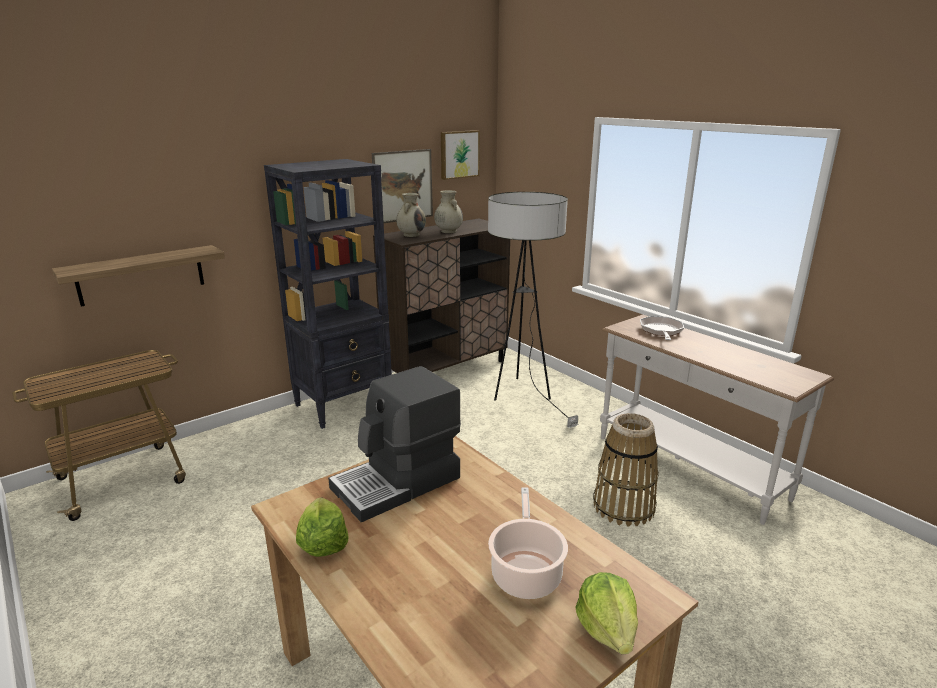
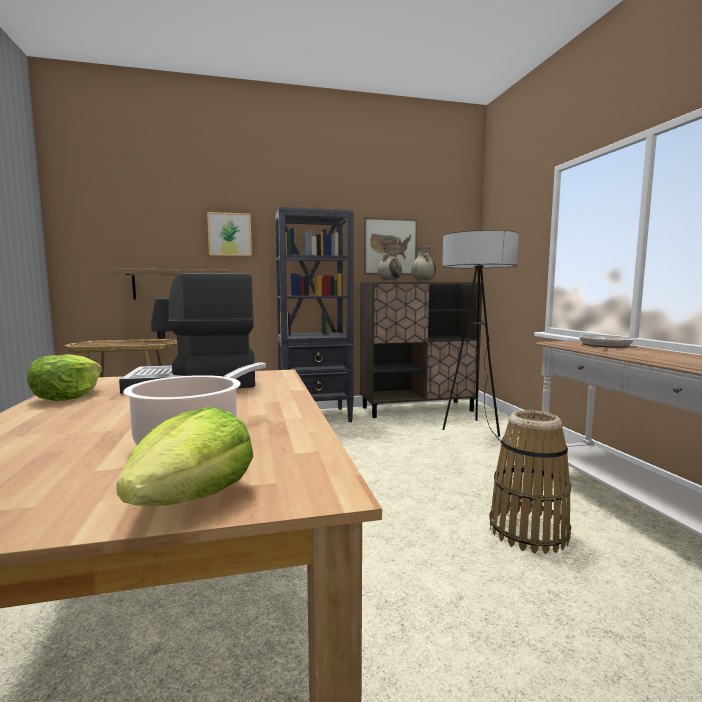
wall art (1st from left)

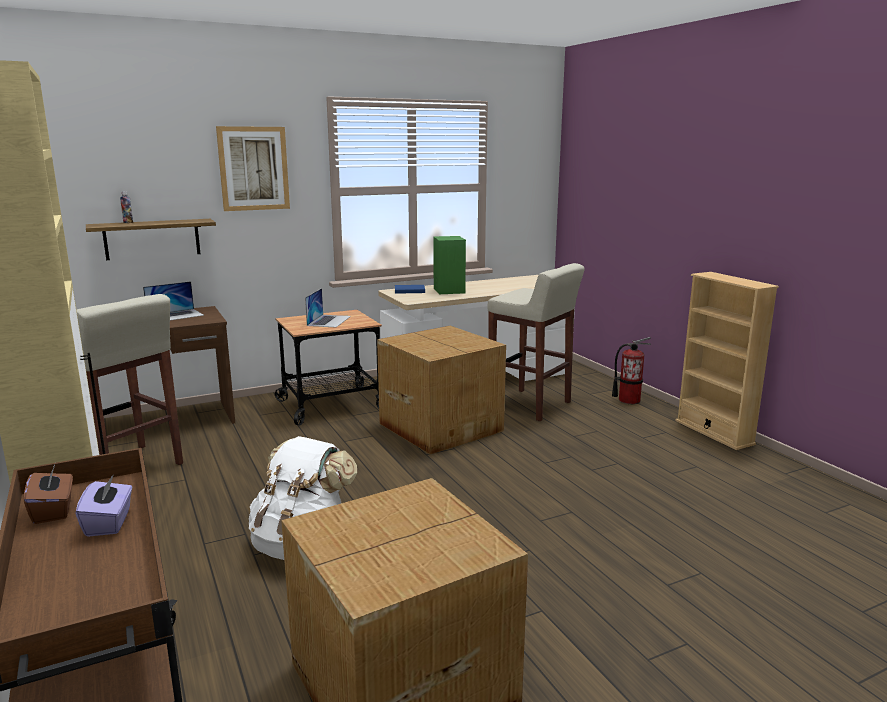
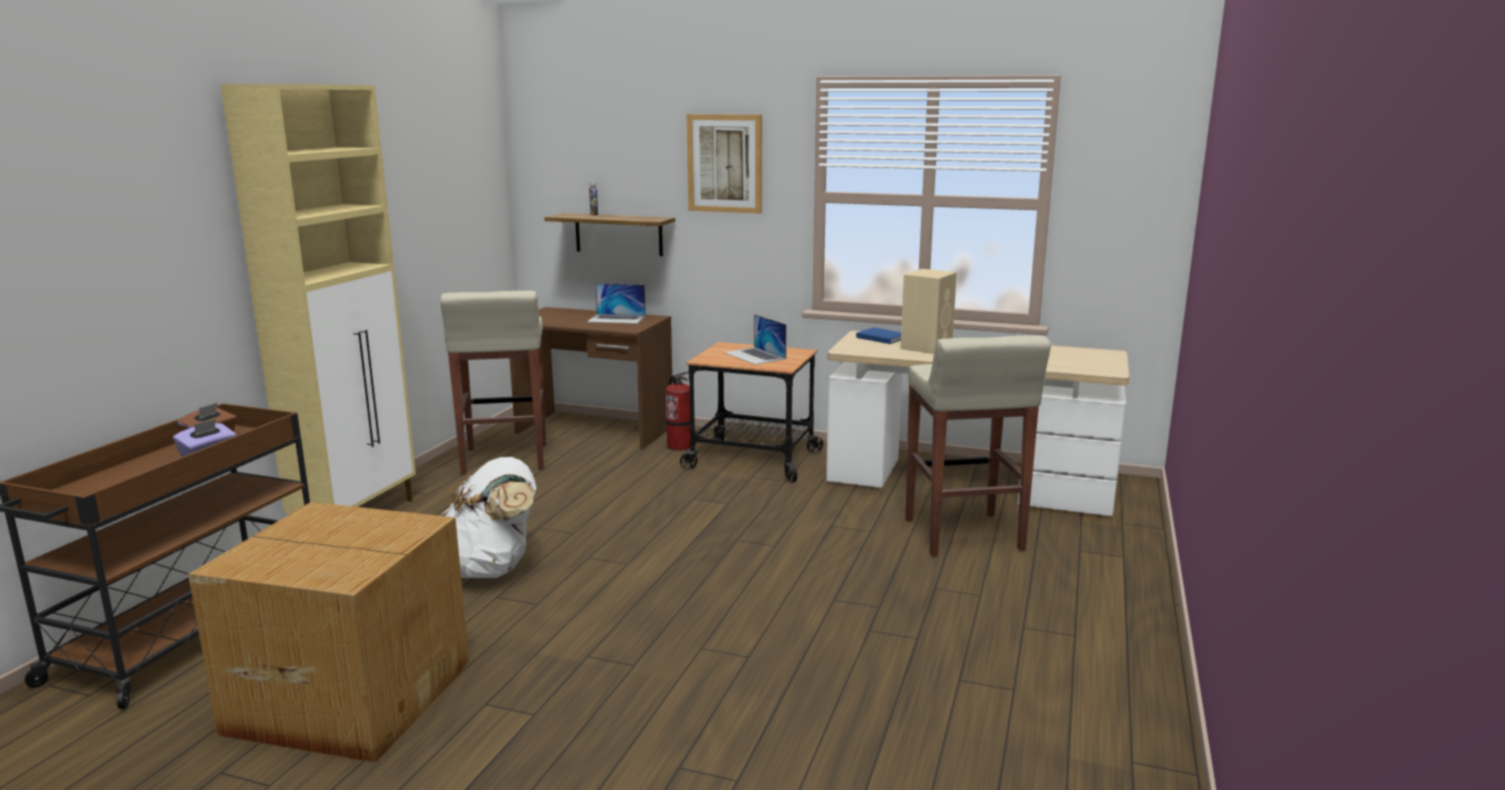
beige-coloured loudspeaker
beige-coloured bookcase
laptop (2nd from left)
cardboard box (2nd from left in the first image)
extinguisher

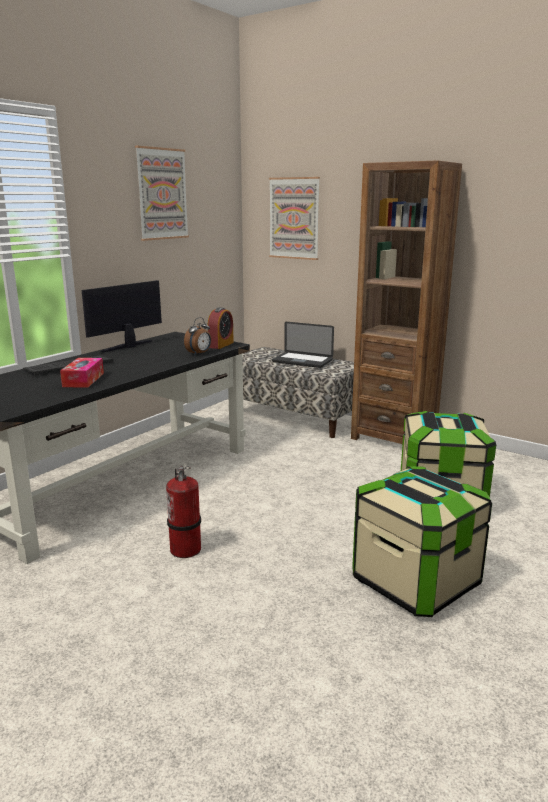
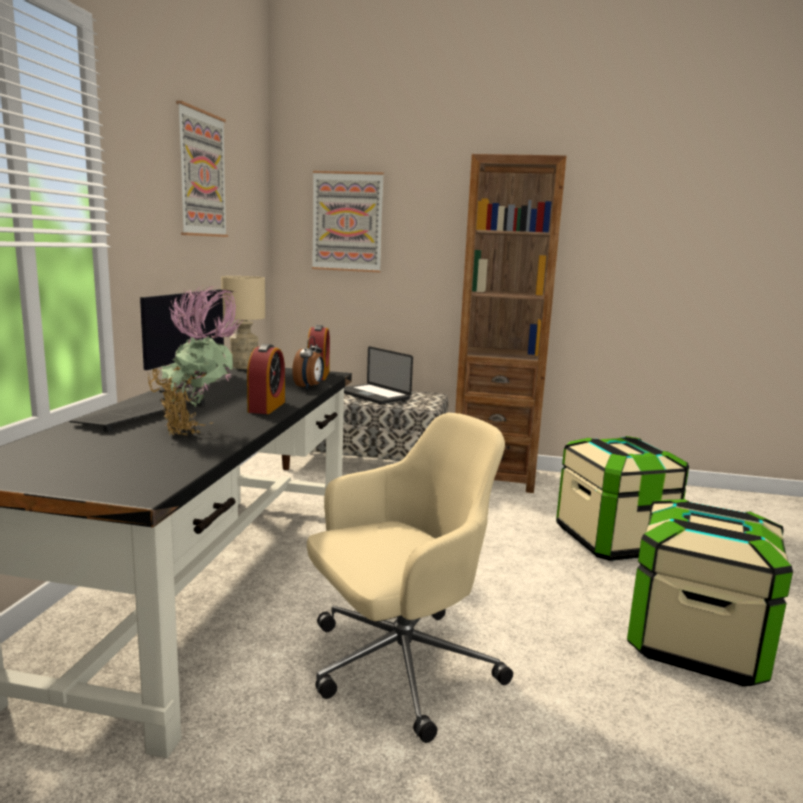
laptop
houseplant
beige-coloured desk chair
beige-coloured table lamp
alarm clock (1st from left)

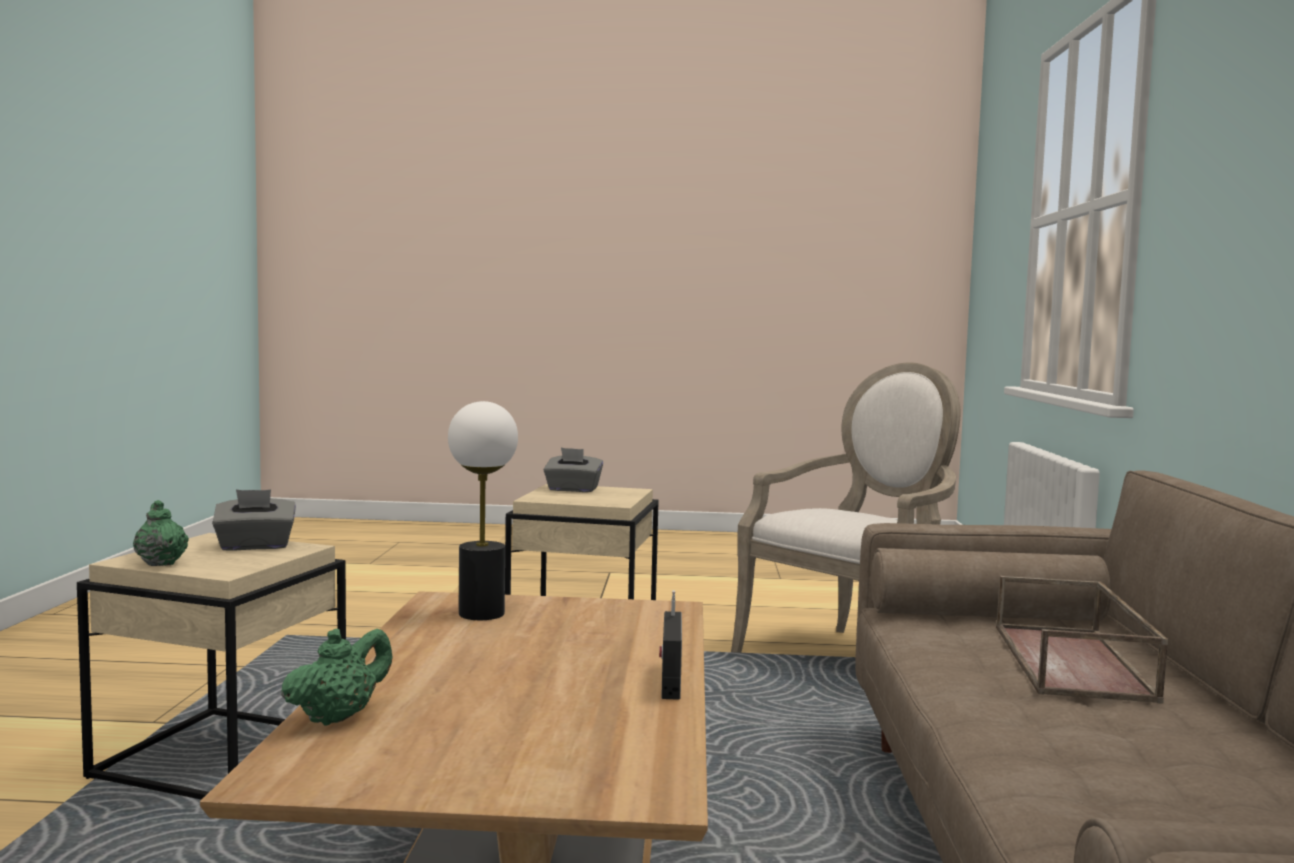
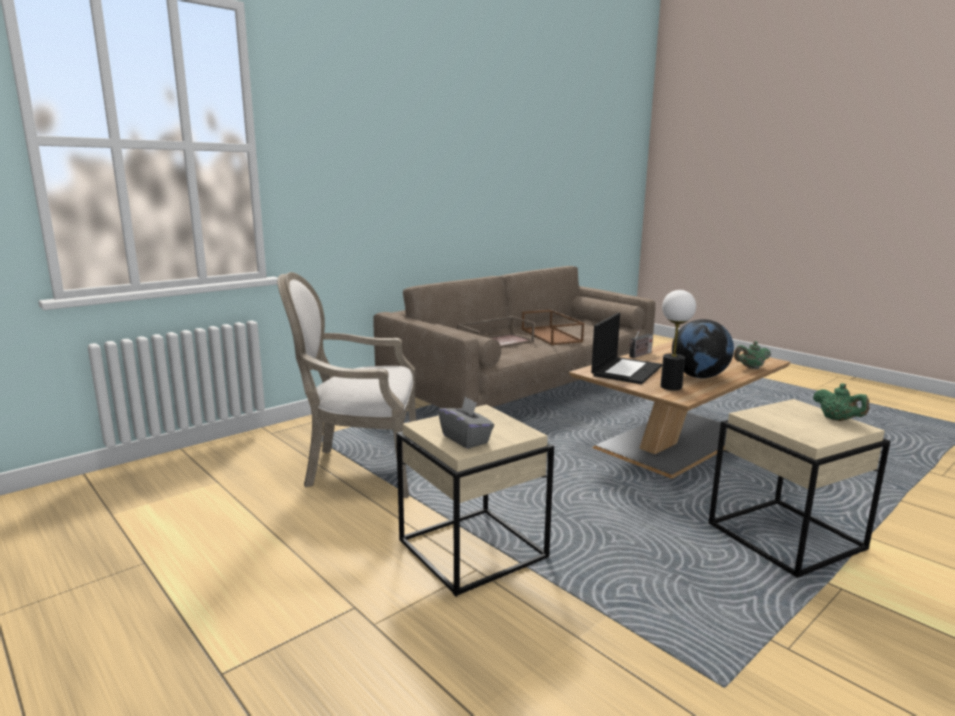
gray tissue box (1st from left in the first image)
green teapot (2nd from left)
brown serving tray (2nd from left)
laptop
desk globe

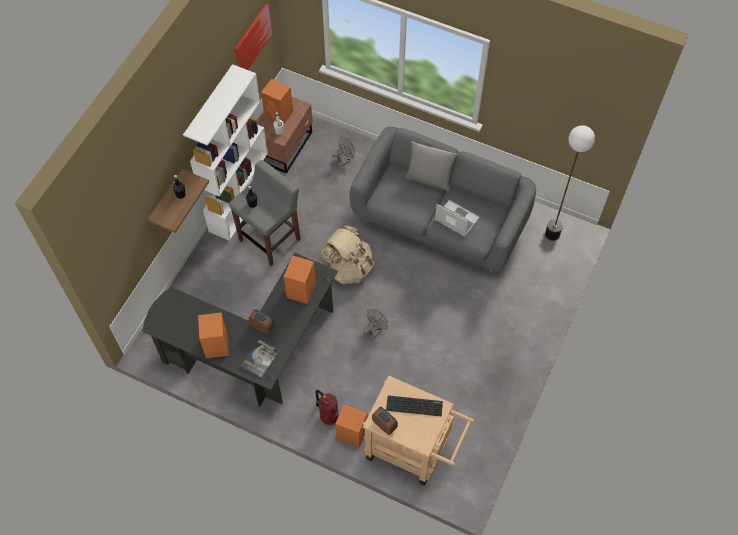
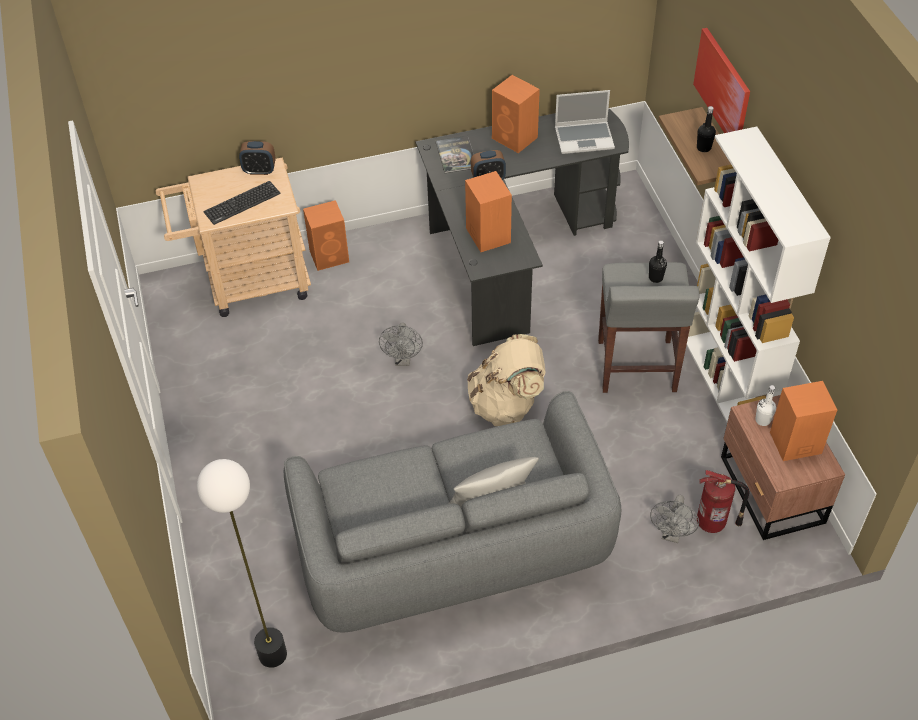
wall art
laptop
extinguisher

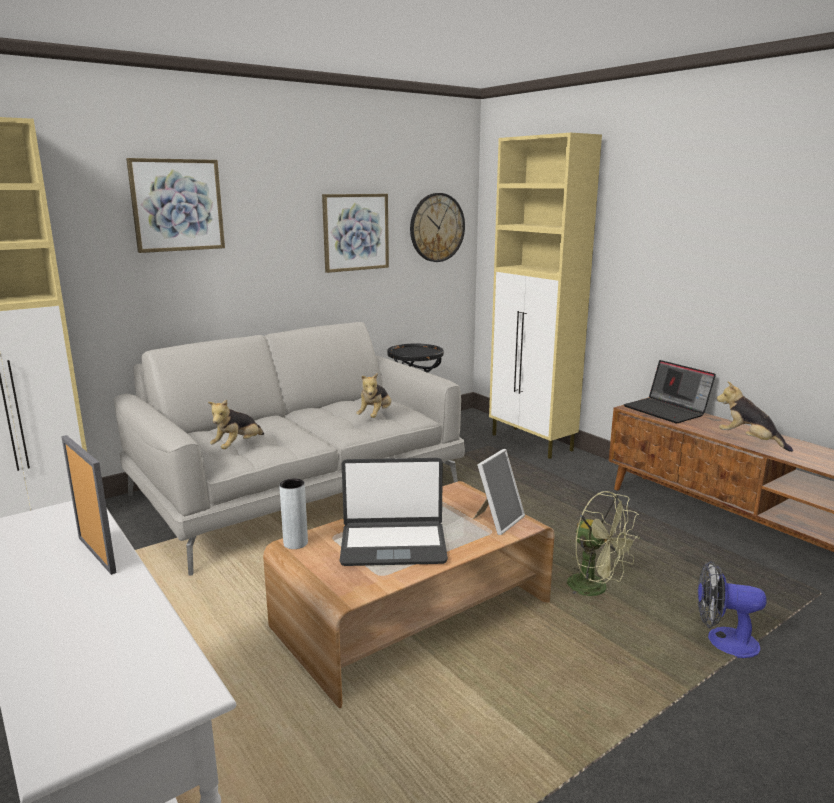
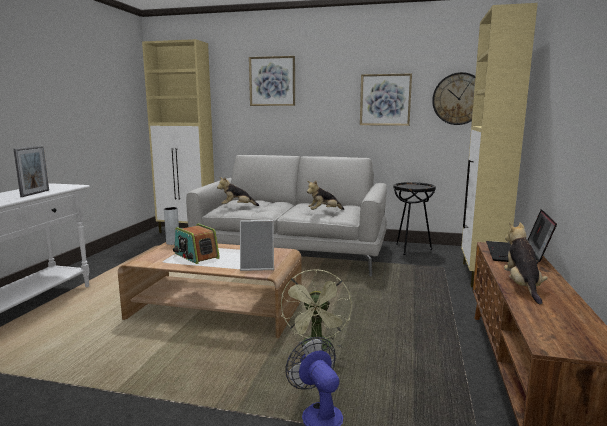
radio

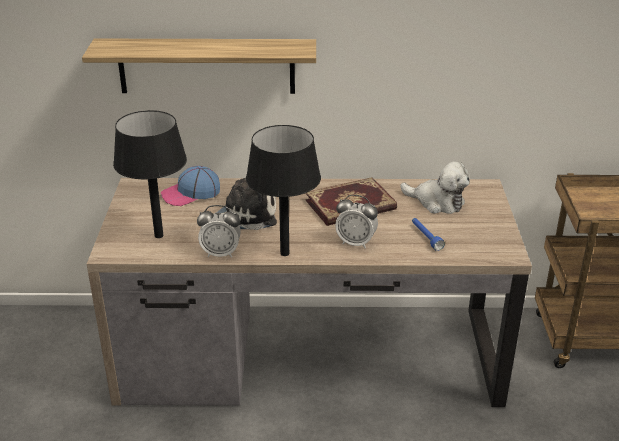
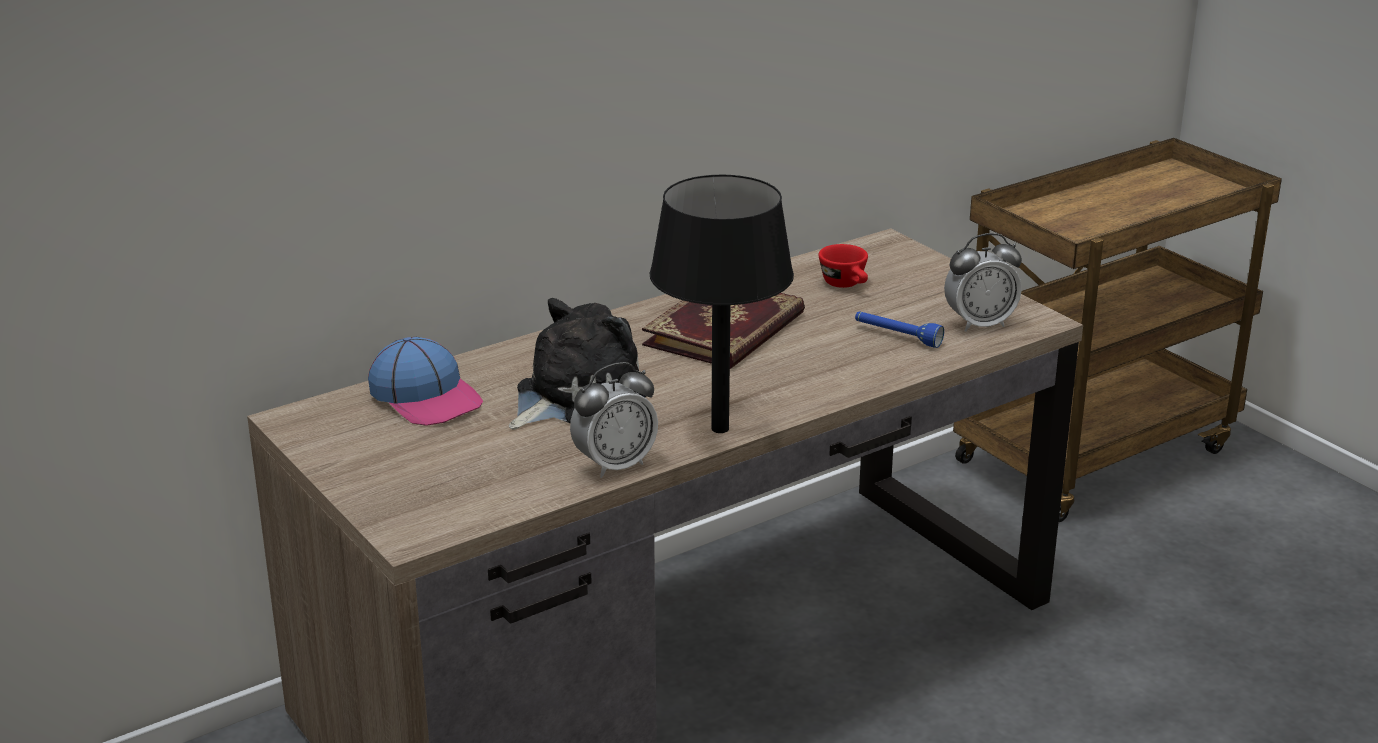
bracket shelf
black-coloured table lamp (1st from left in the first image)
red small cup
peaked cap
alarm clock (2nd from left)

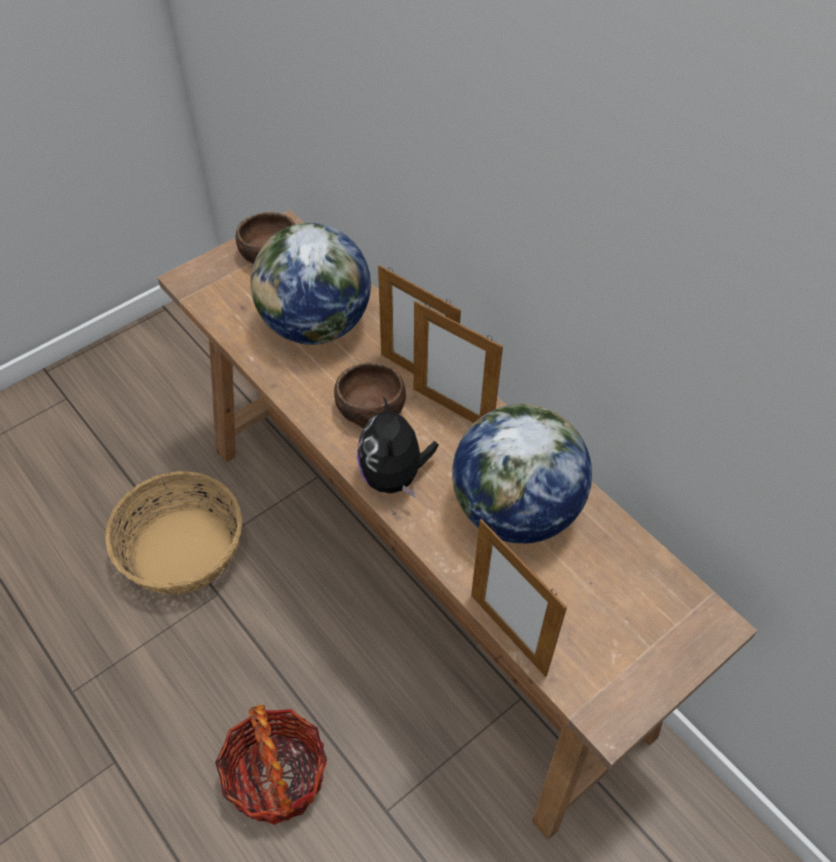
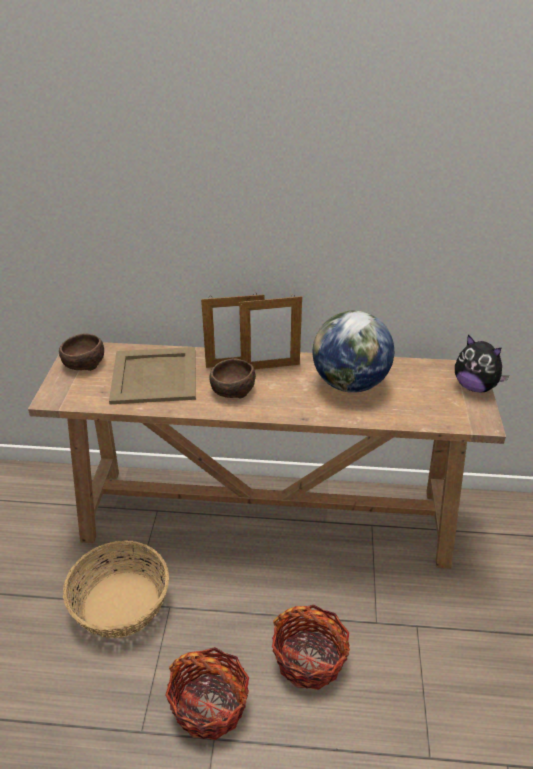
beige-coloured serving tray
soft toy
picture frame (3rd from left in the first image)
storage basket (2nd from left)

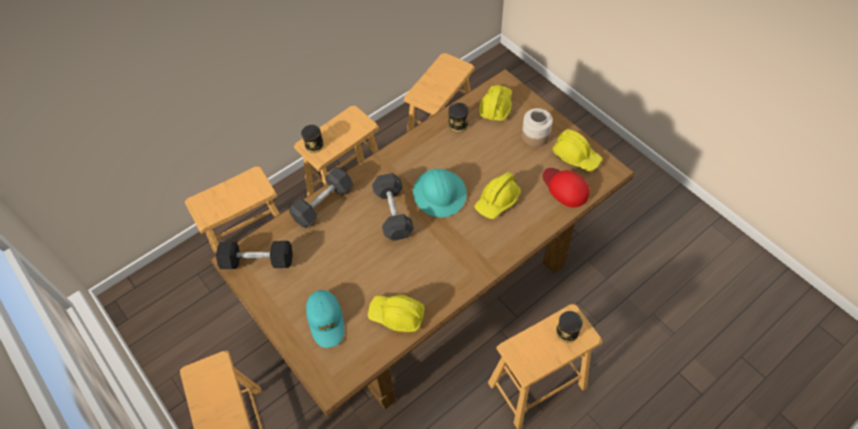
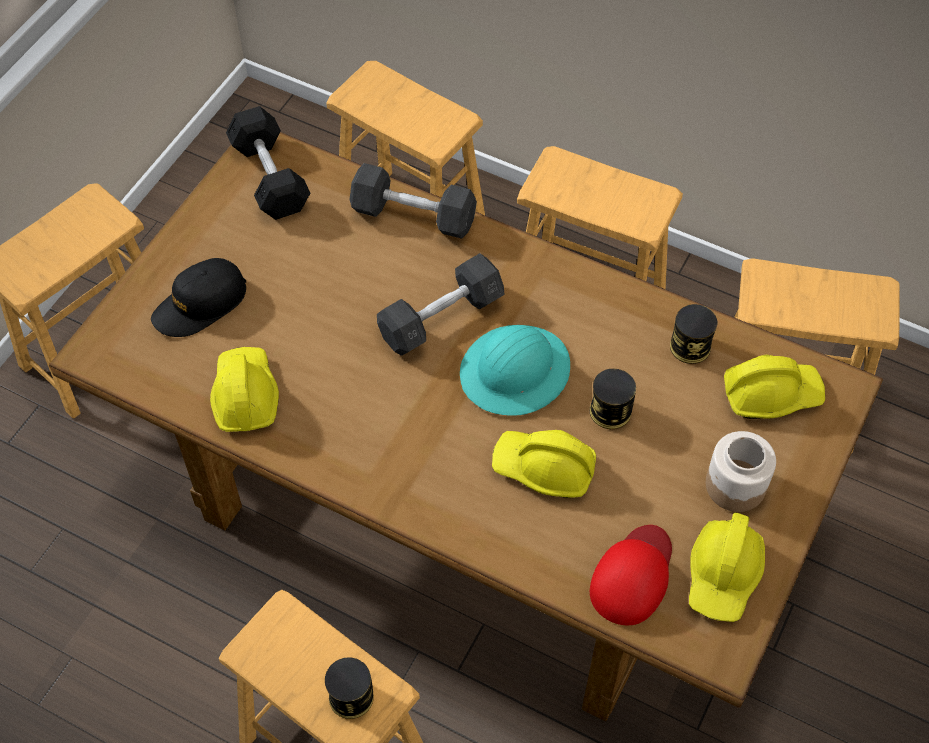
metal can (2nd from left)
black-coloured peaked cap

